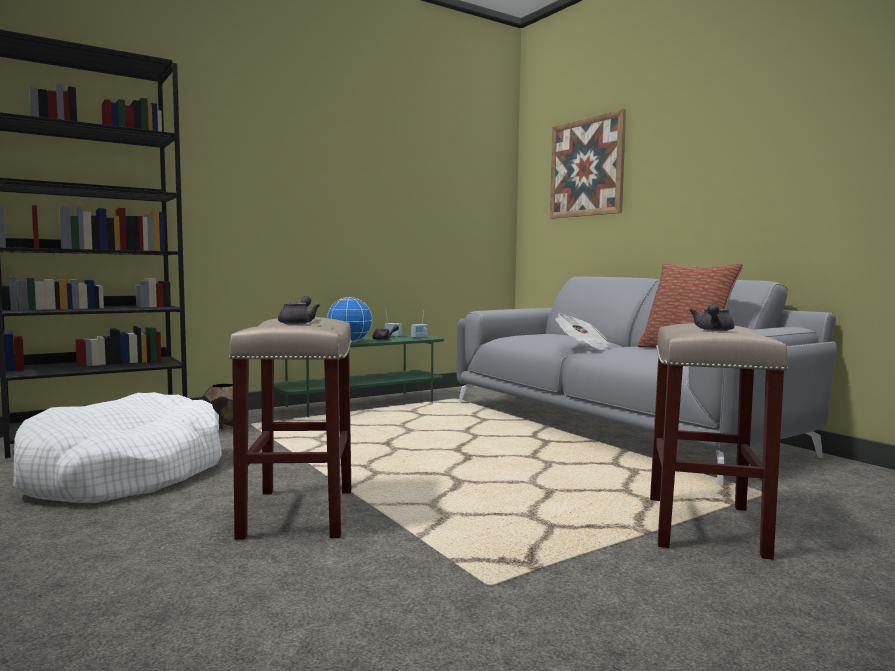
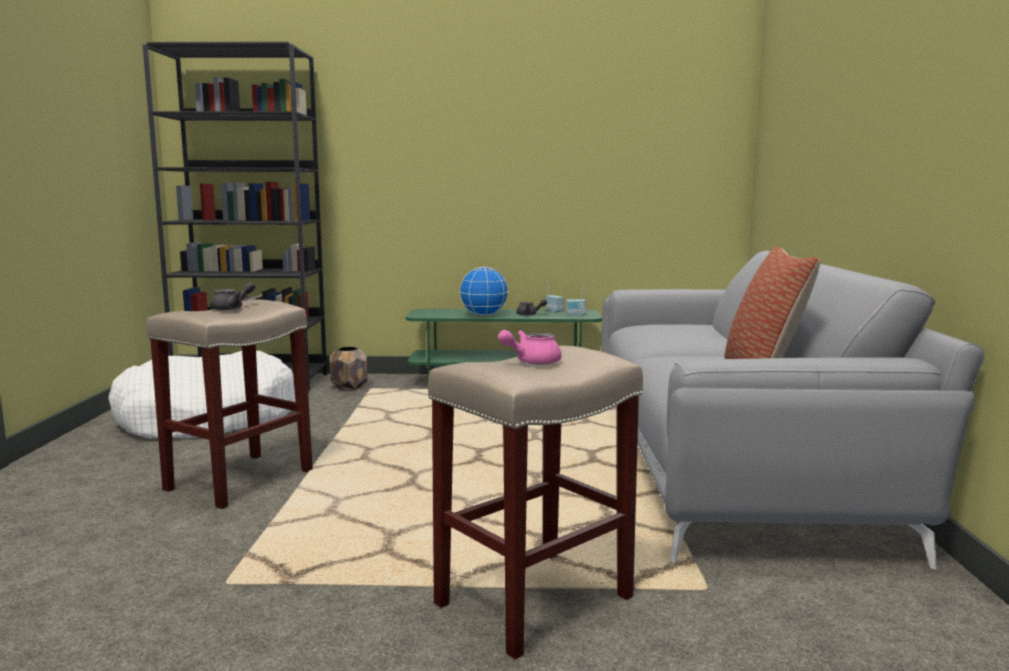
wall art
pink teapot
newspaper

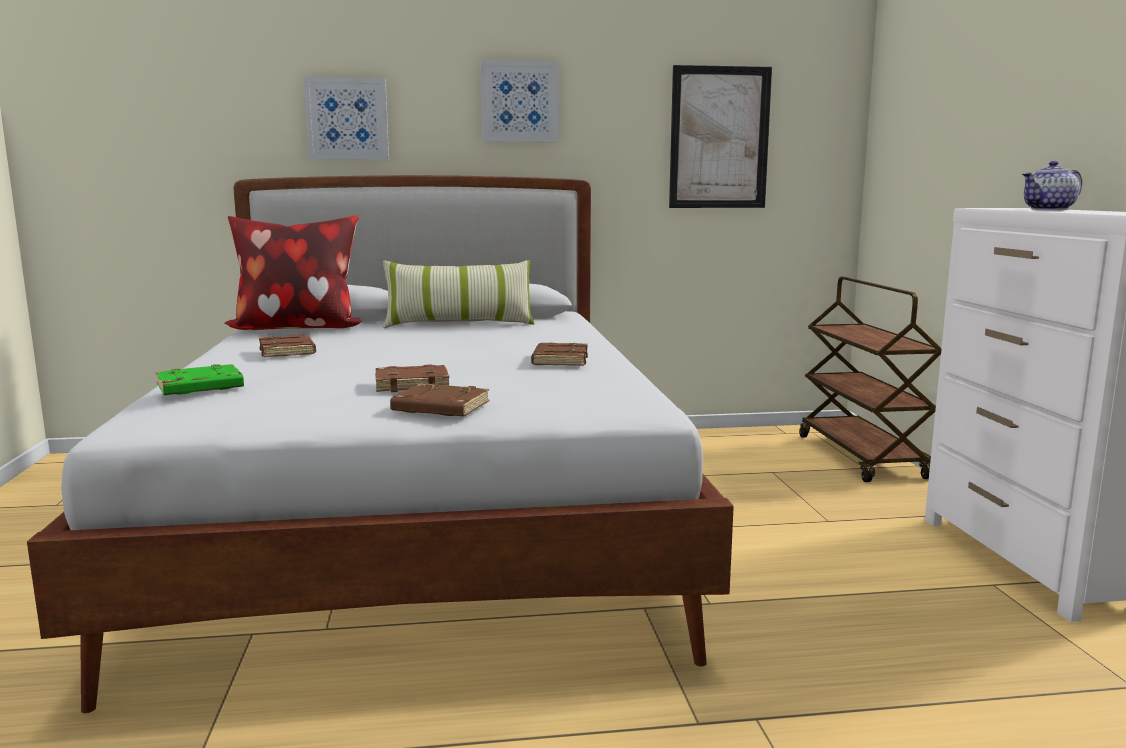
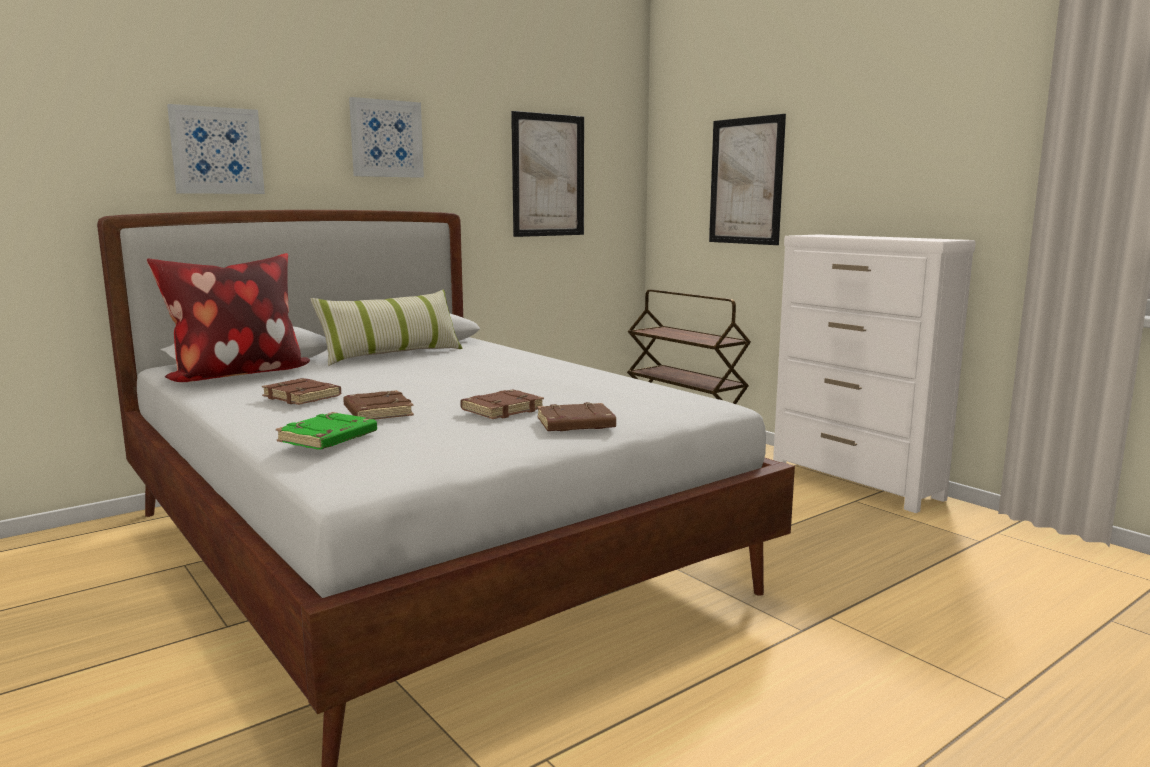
teapot
brown bound book (2nd from left)
wall art (4th from left)

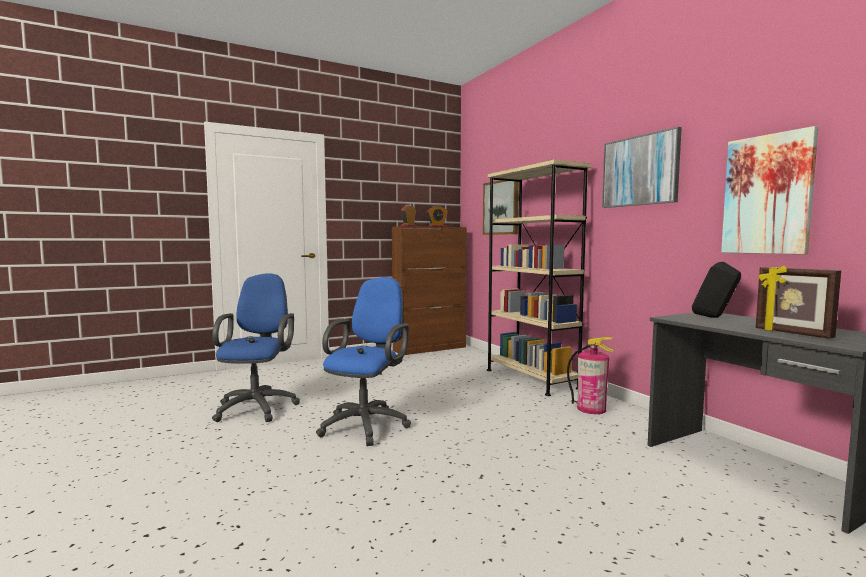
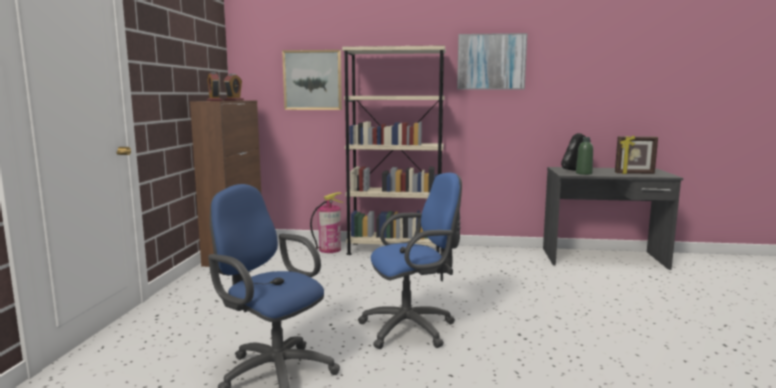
wall art (3rd from left in the first image)
bluish desk chair (2nd from left)
extinguisher
green drink bottle

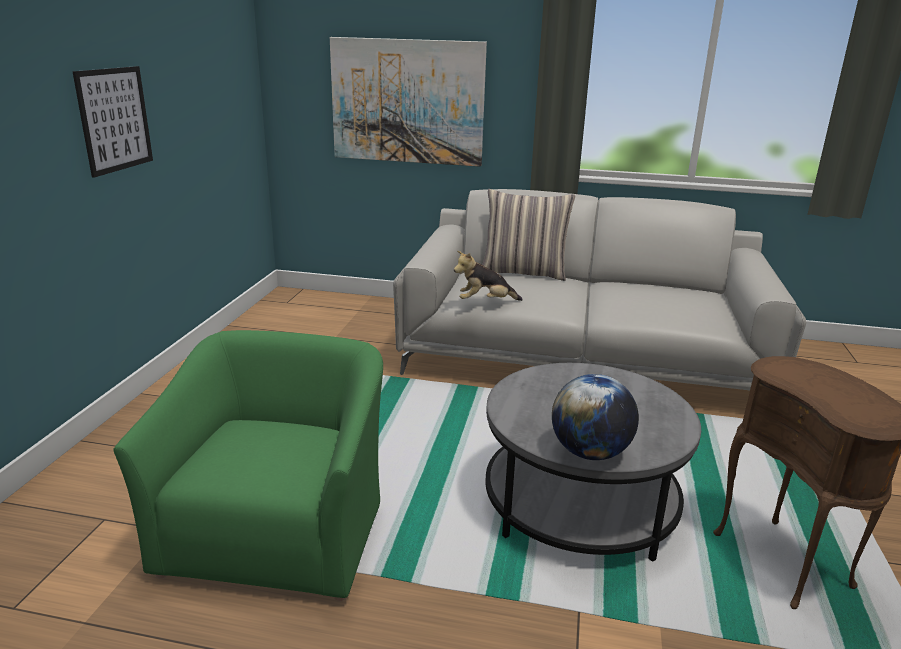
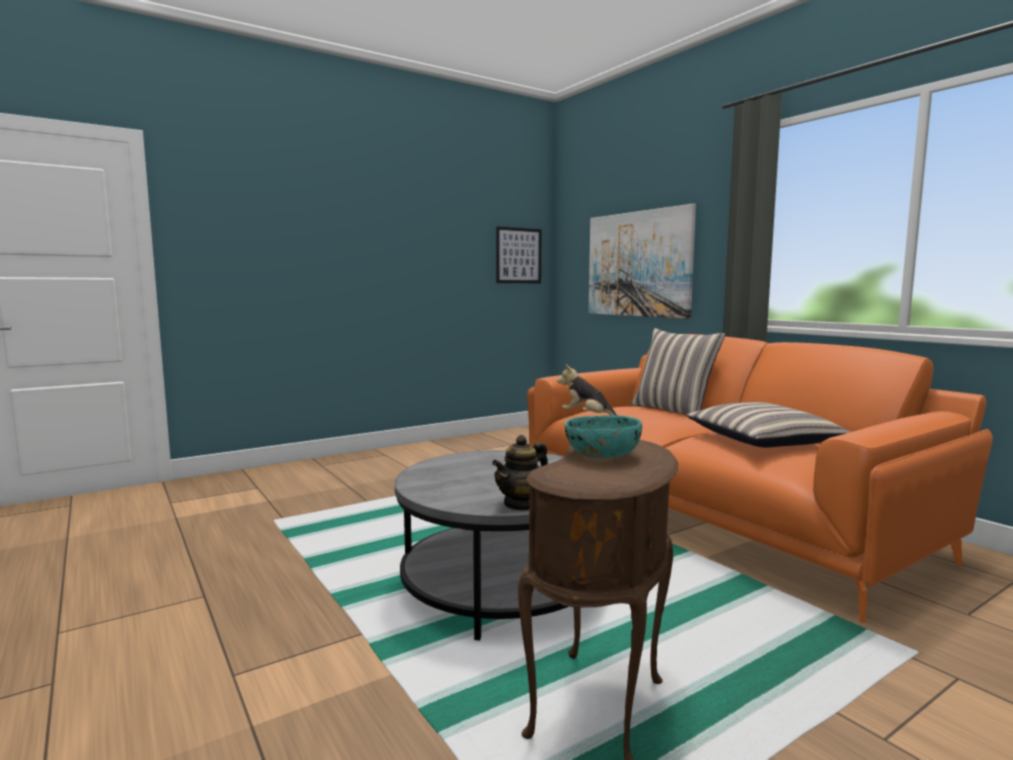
wall art (1st from left)
orange-coloured settee
green lounge chair
desk globe
cushion (2nd from left)
blue-green deep dish
teapot

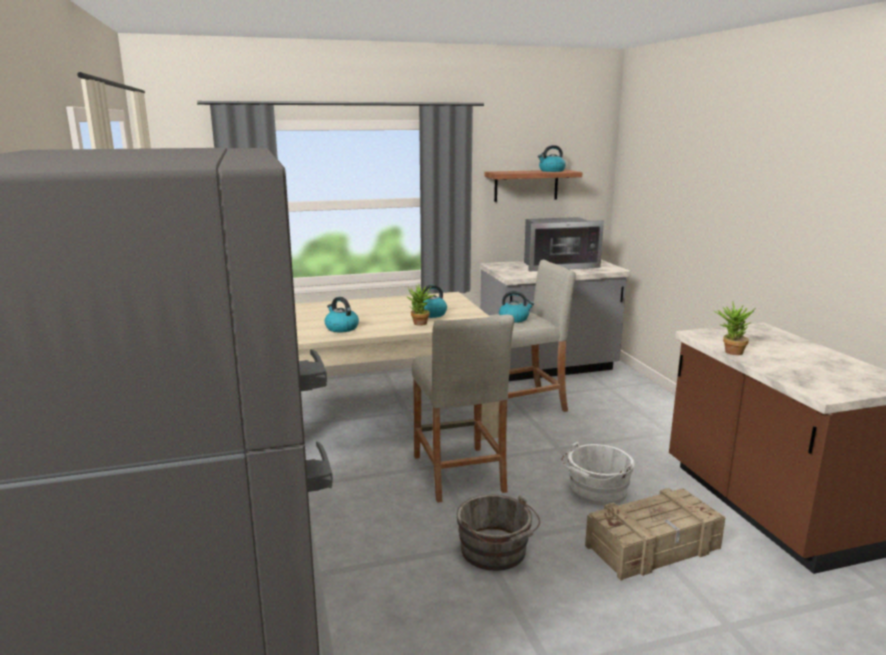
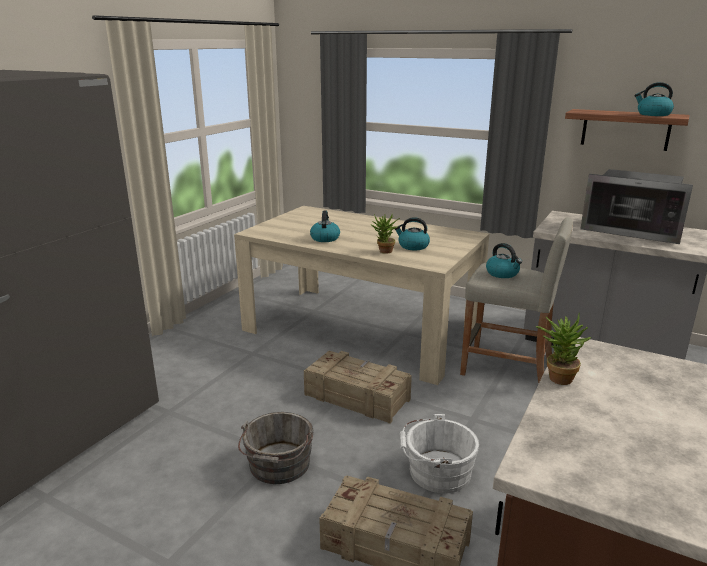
crate (1st from left)

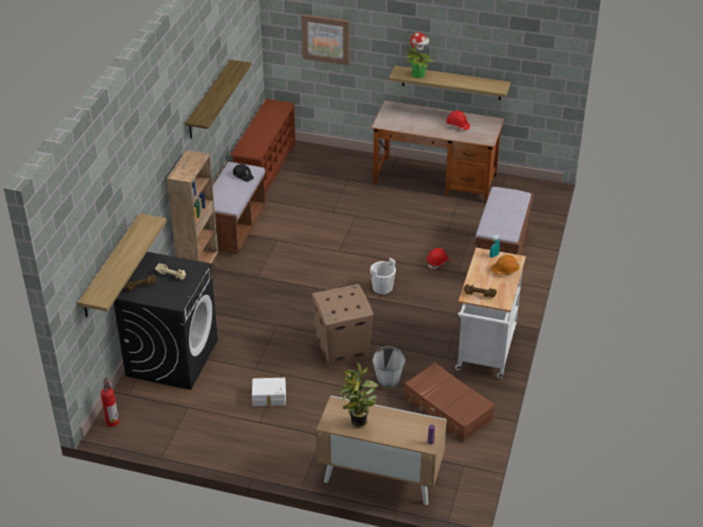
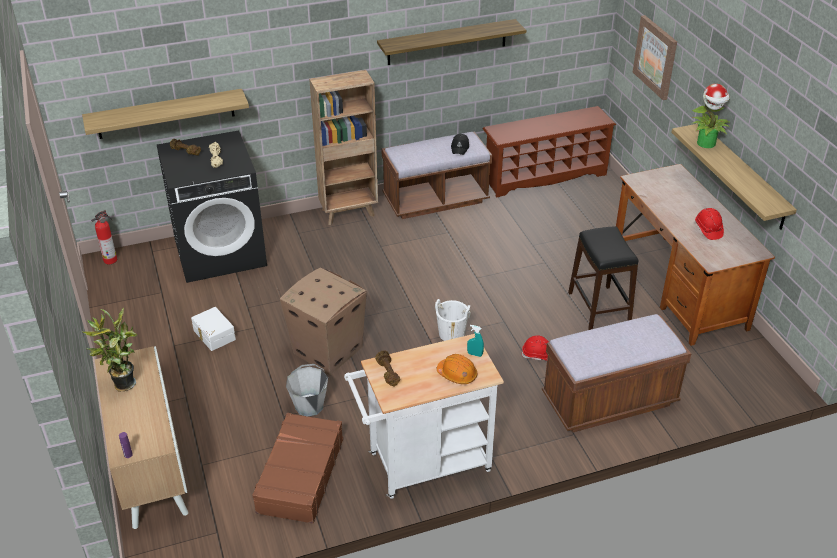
black-coloured stool seat

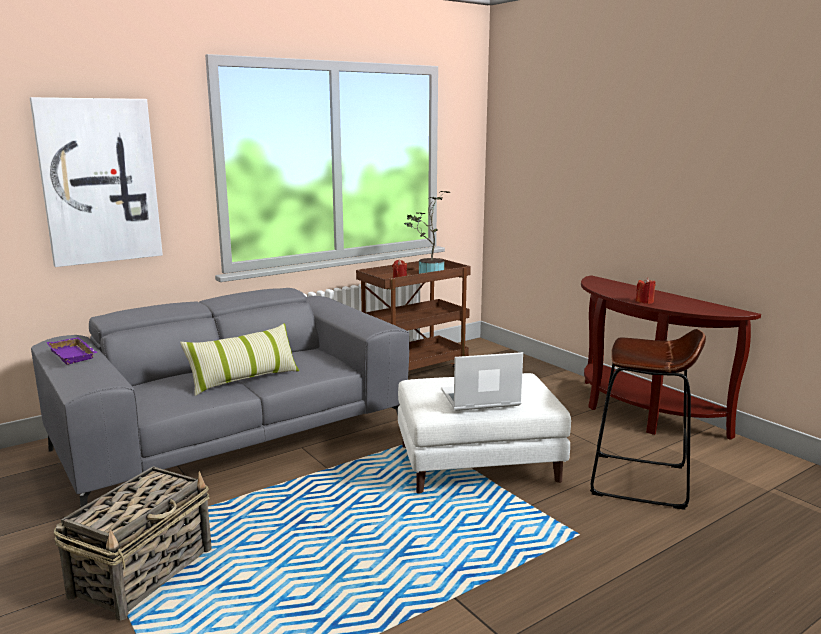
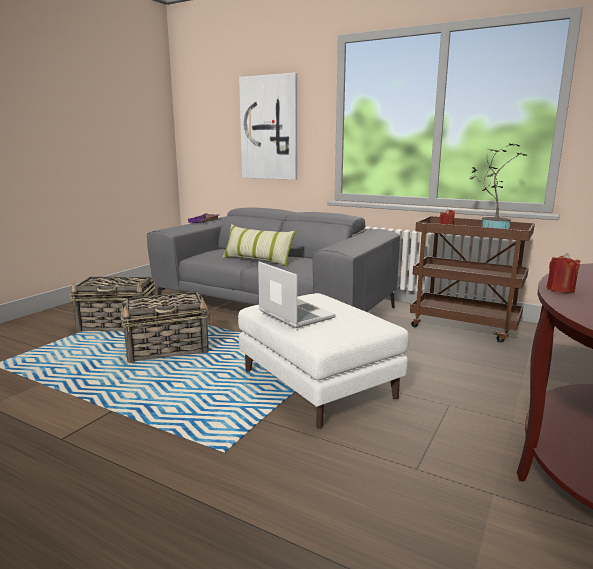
brown stool seat
storage basket (2nd from left)

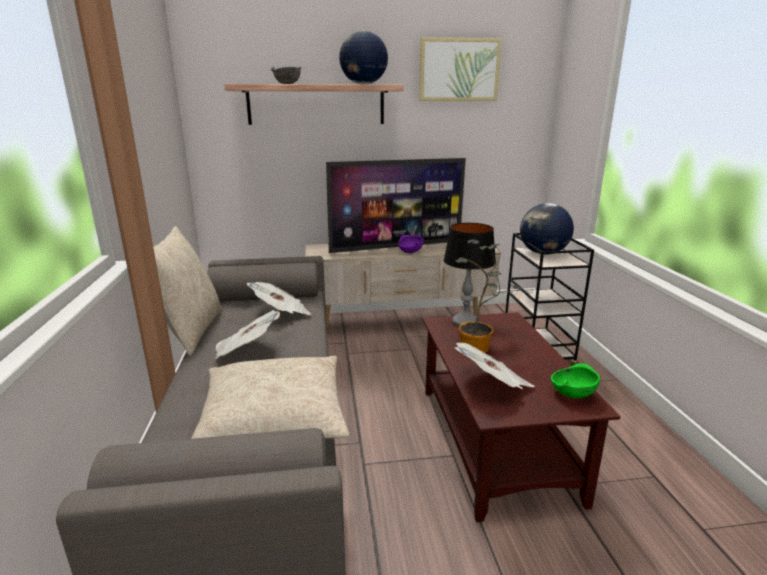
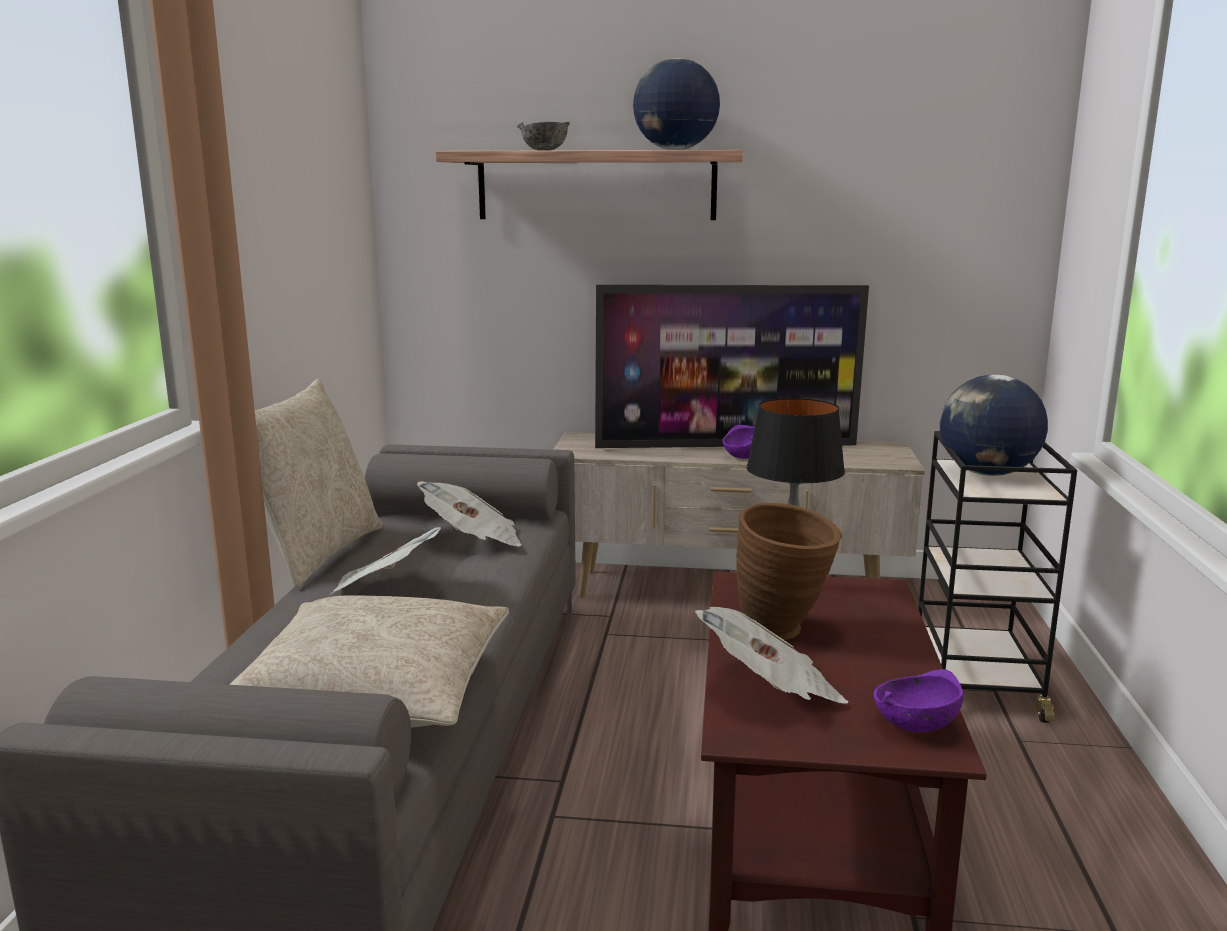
wall art
brown flower vase
purple deep dish (2nd from left)

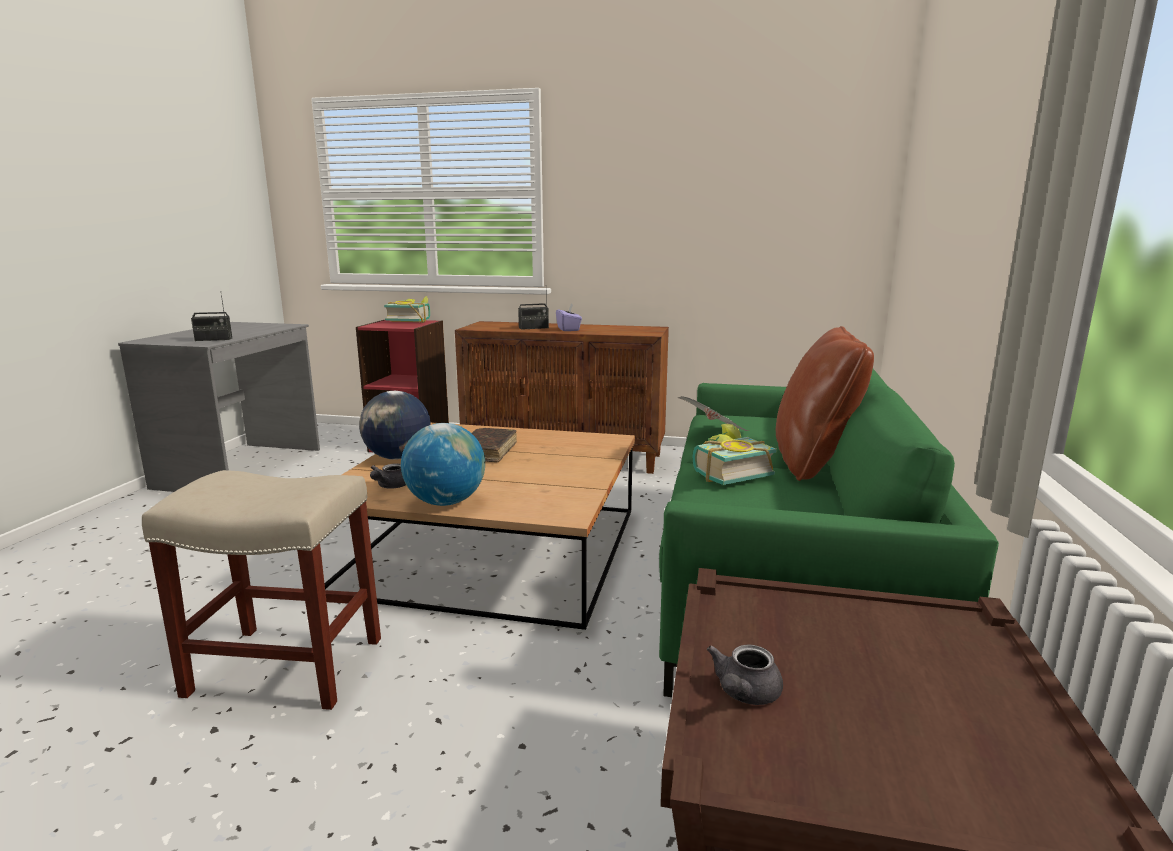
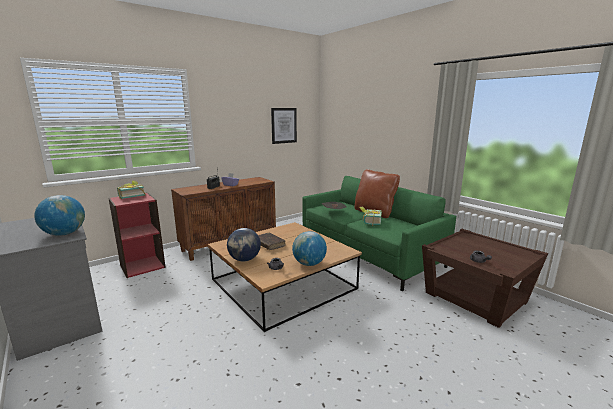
desk globe (1st from left)
beige-coloured stool seat
wall art

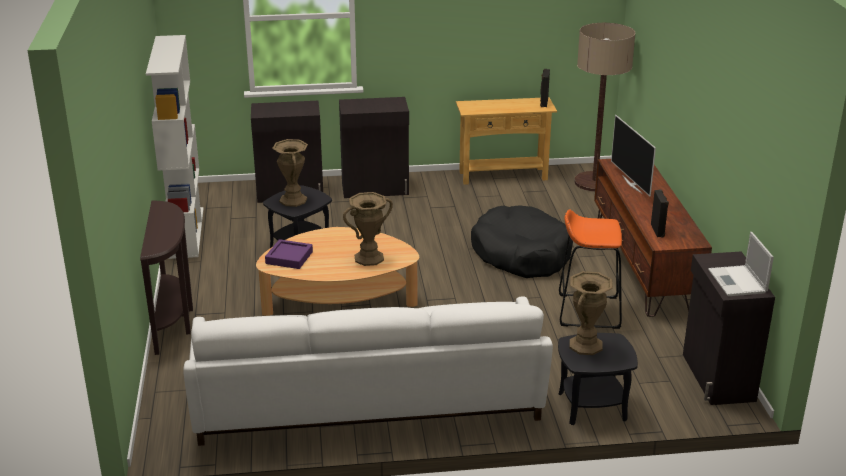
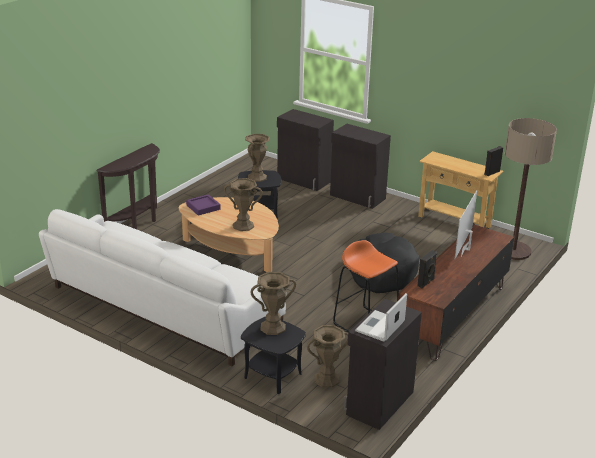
whitish bookcase
brown flower vase (4th from left)

